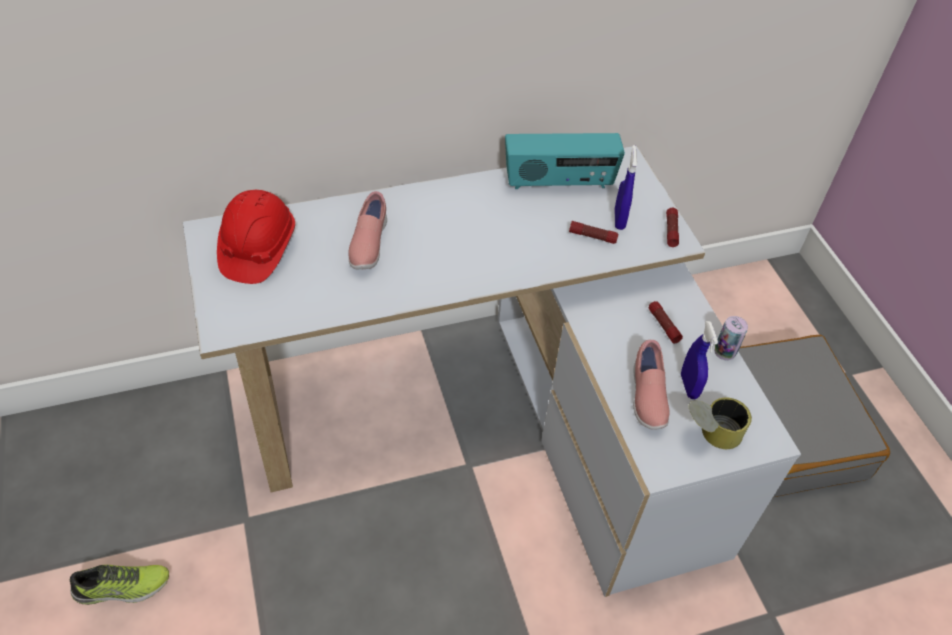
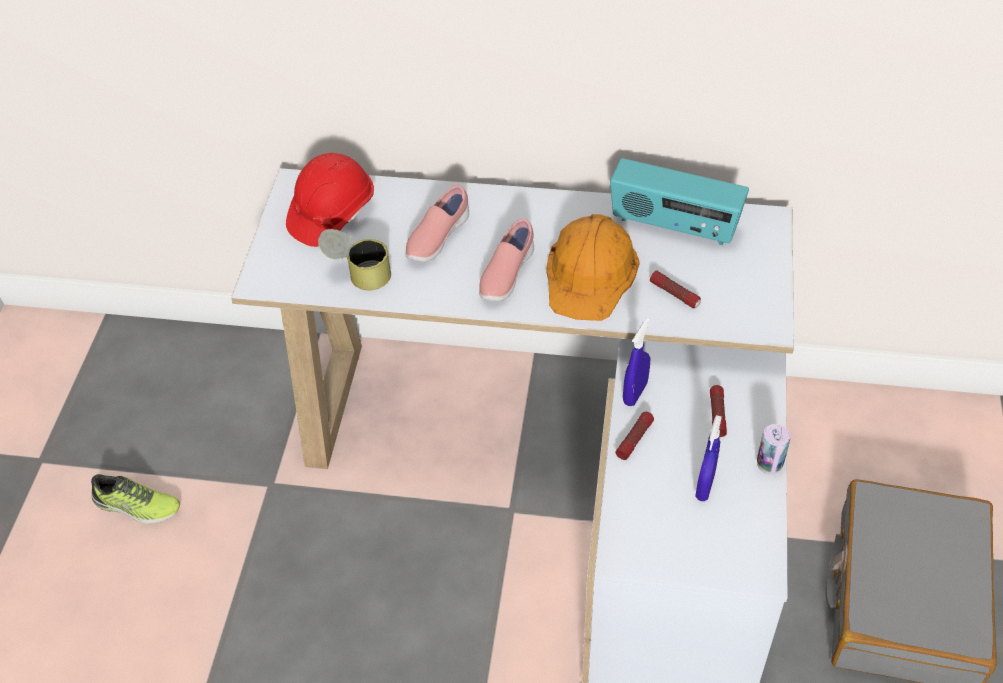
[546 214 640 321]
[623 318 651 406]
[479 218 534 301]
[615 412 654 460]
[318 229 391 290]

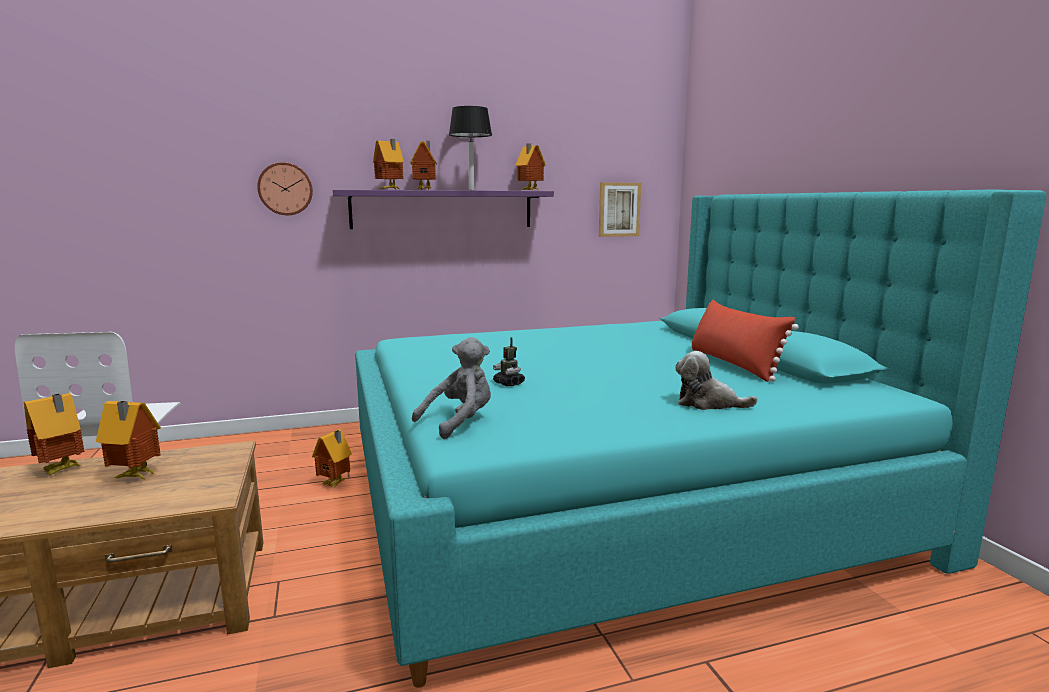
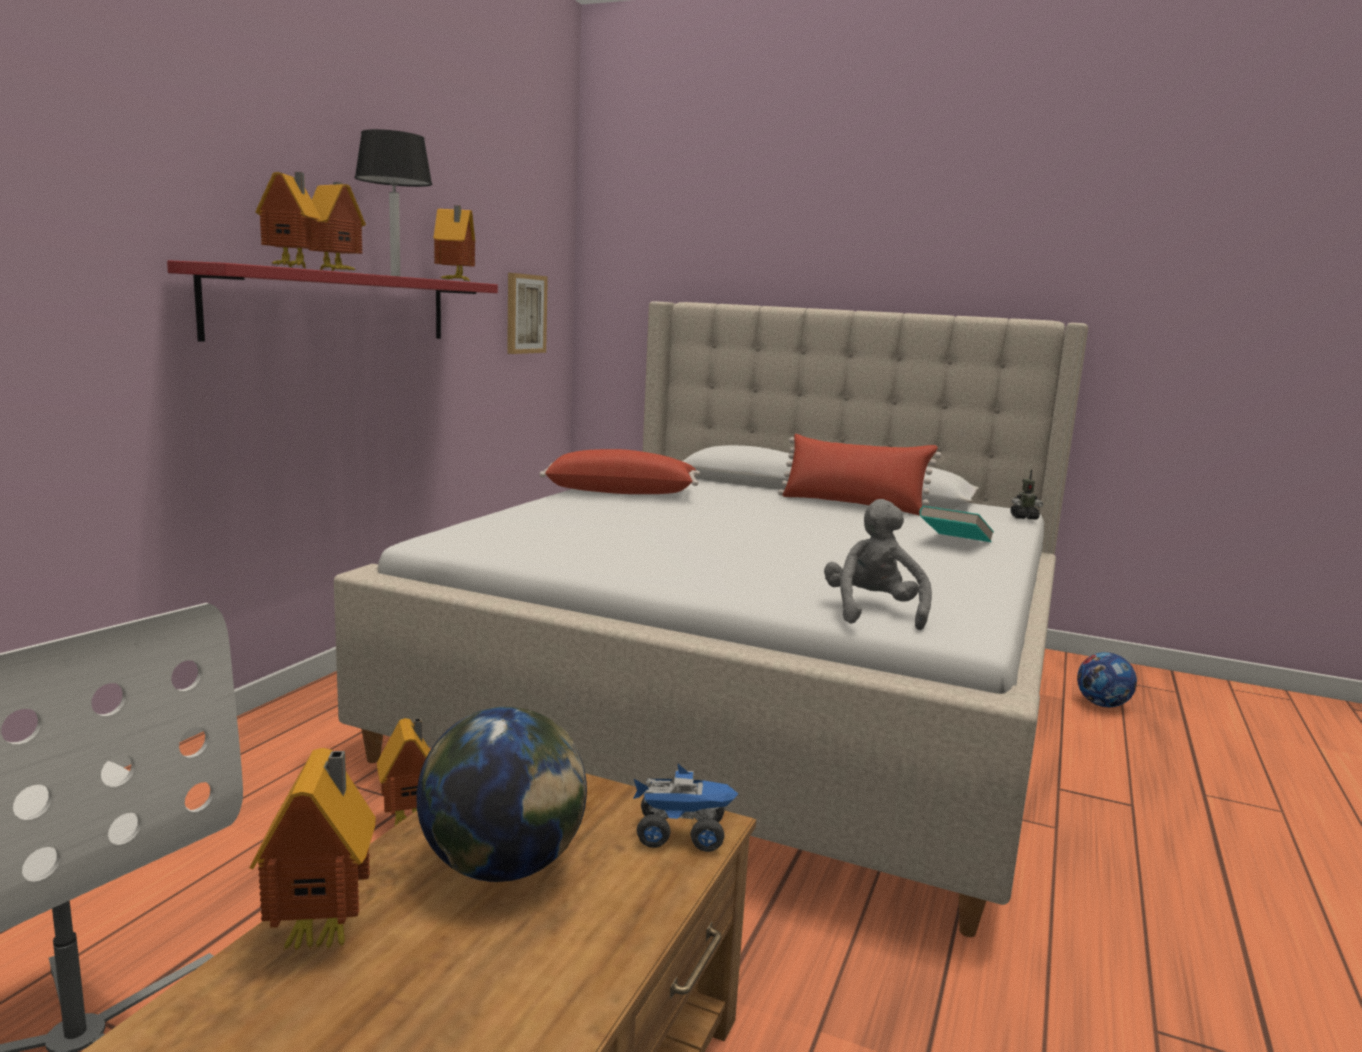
[257 162 313 215] (first image)
[539 449 700 494]
[633 764 738 852]
[1077 652 1137 707]
[1011 470 1043 519]
[417 706 587 882]
[920 506 994 542]
[167 260 498 342]
[334 301 1088 937]

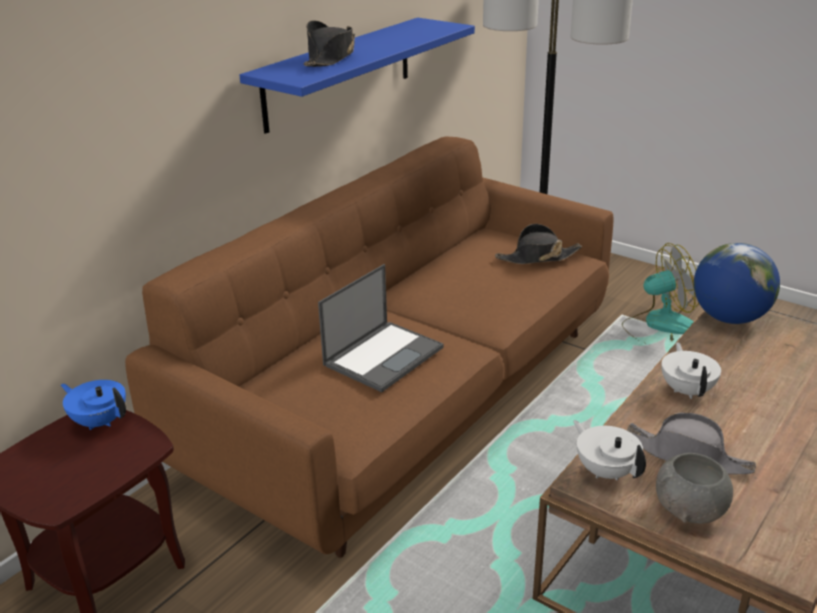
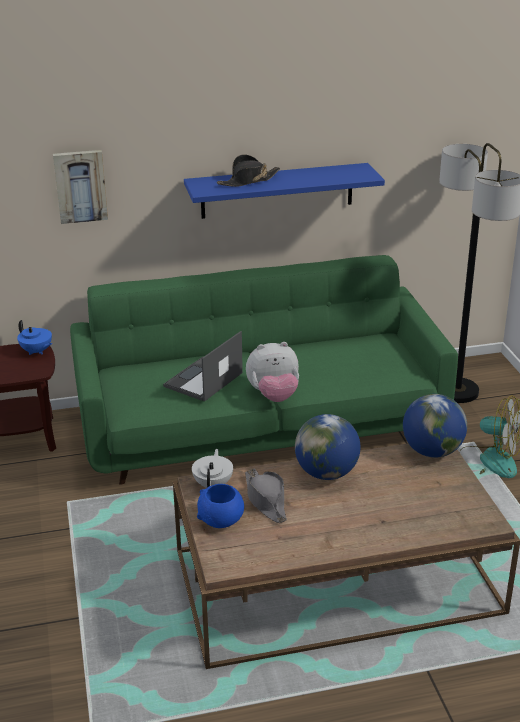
[495 224 582 264] (first image)
[53 150 108 224]
[246 342 299 402]
[295 414 360 480]
[70 255 458 485]
[197 484 244 528]
[17 320 52 355]
[163 331 243 402]

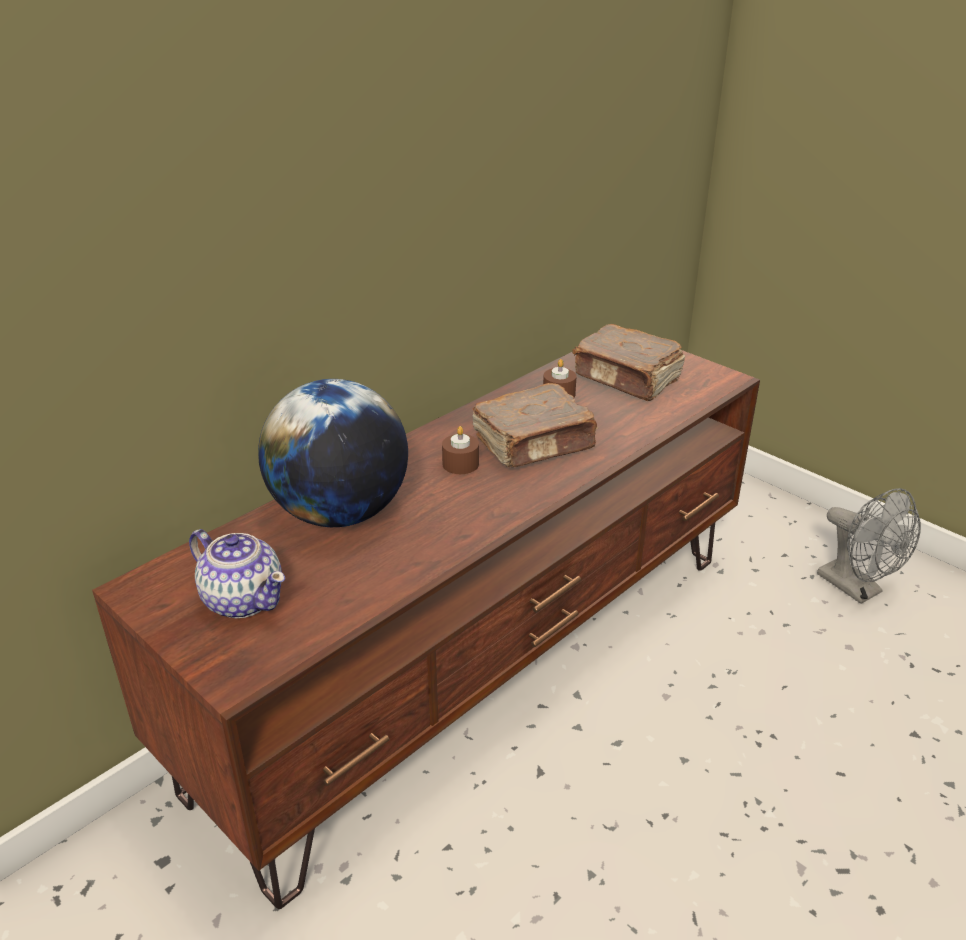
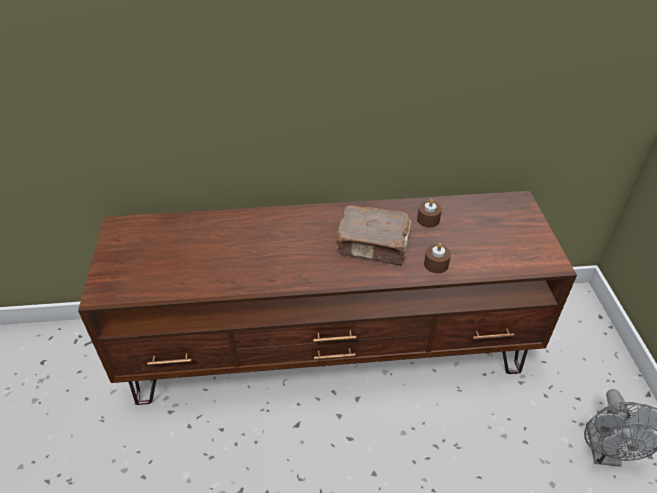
[189 529 285 618] (first image)
[258 379 408 527] (first image)
[572 324 685 401] (first image)
[424 243 451 273]

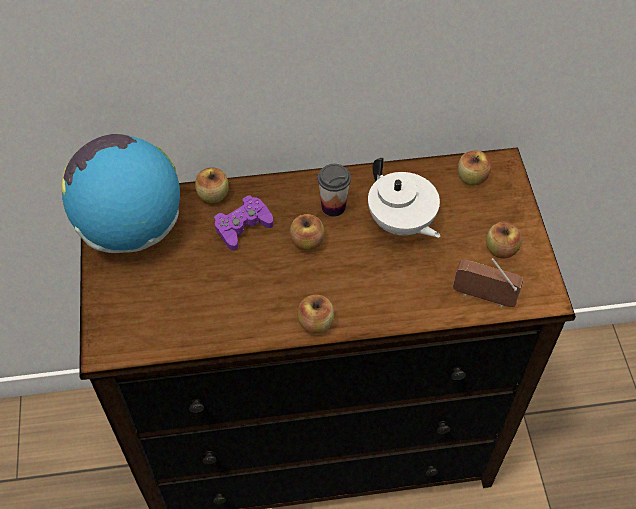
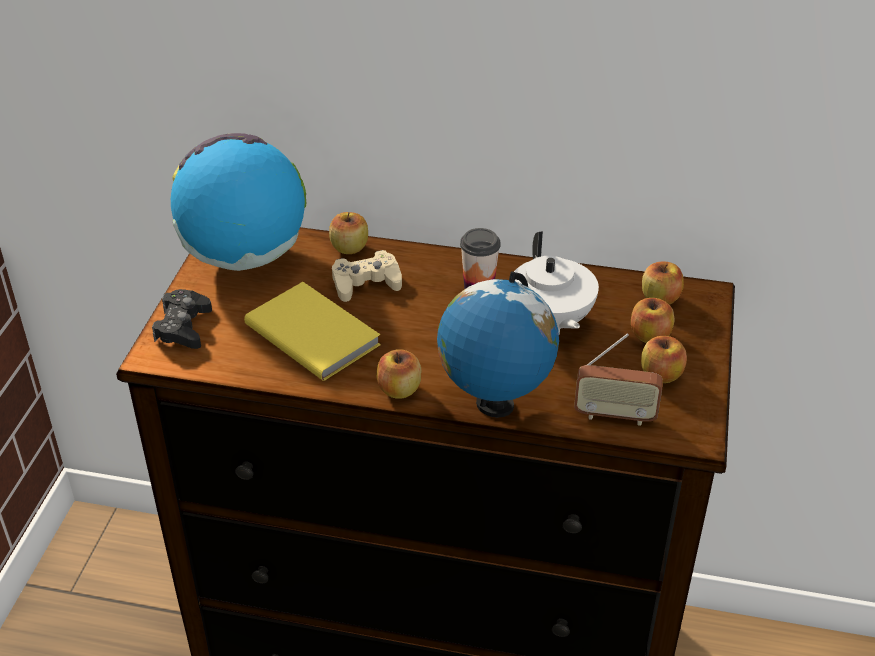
[152 289 212 349]
[244 282 381 381]
[437 271 559 418]
[631 298 674 343]
[332 250 402 302]
[574 334 663 426]

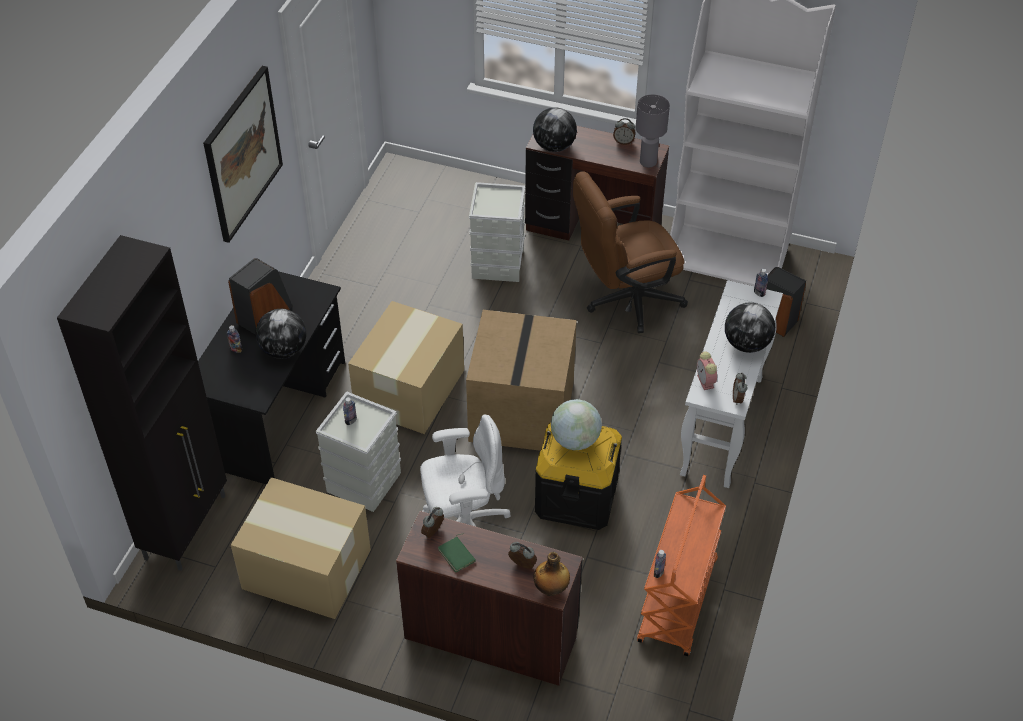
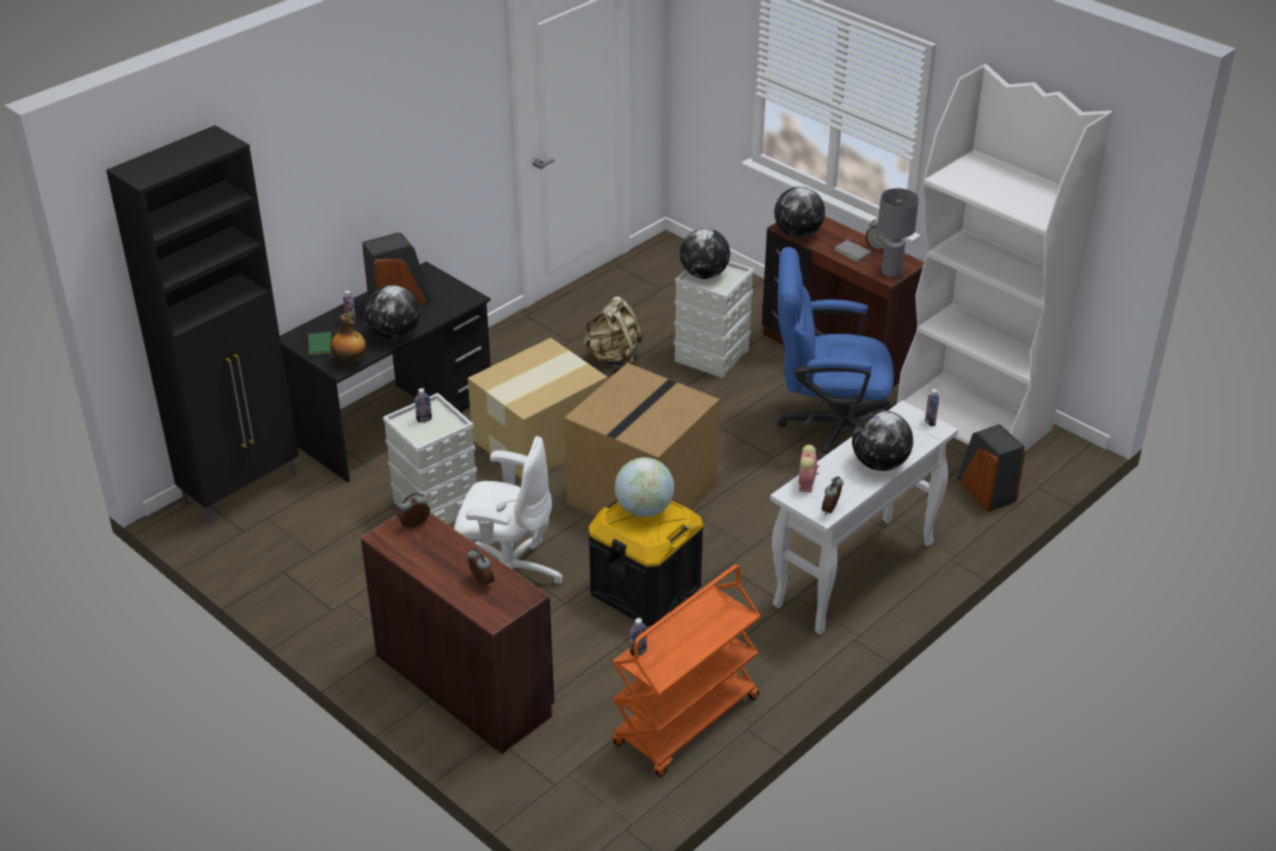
[203 66 283 243] (first image)
[231 477 371 619] (first image)
[583 296 643 367]
[680 228 730 279]
[834 238 872 262]
[308 331 337 356]
[331 314 366 367]
[778 247 894 460]

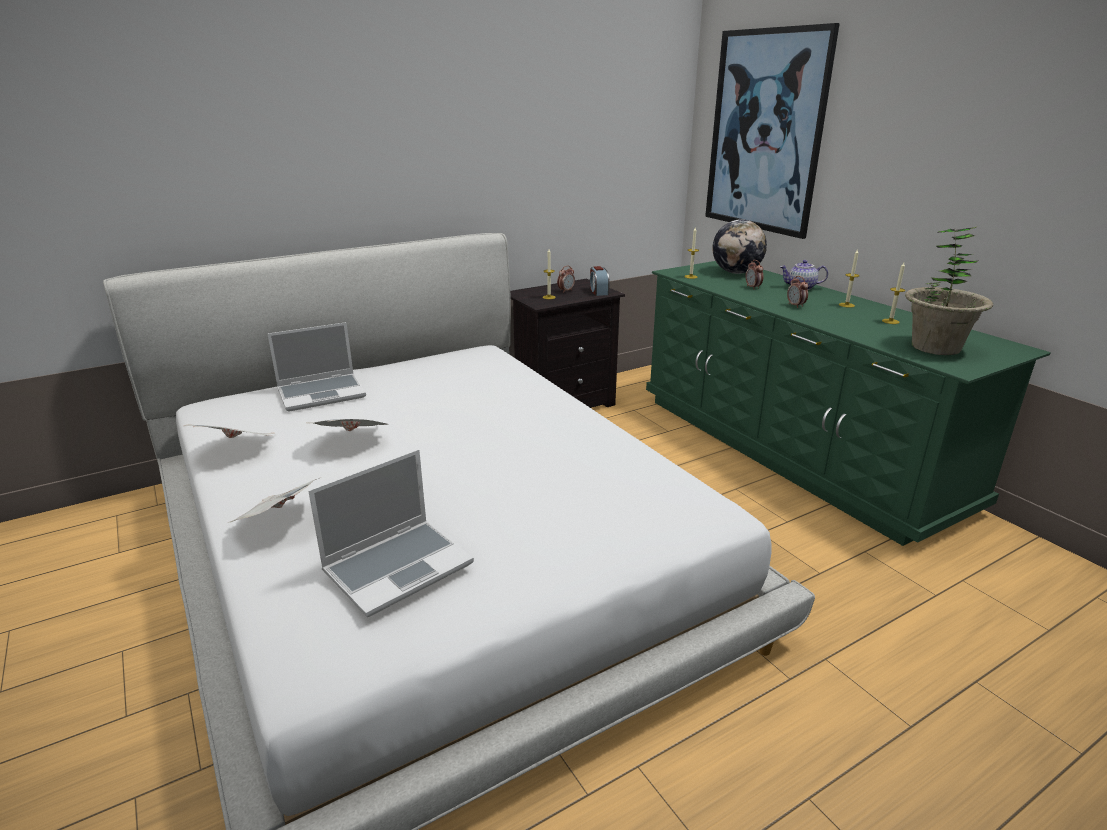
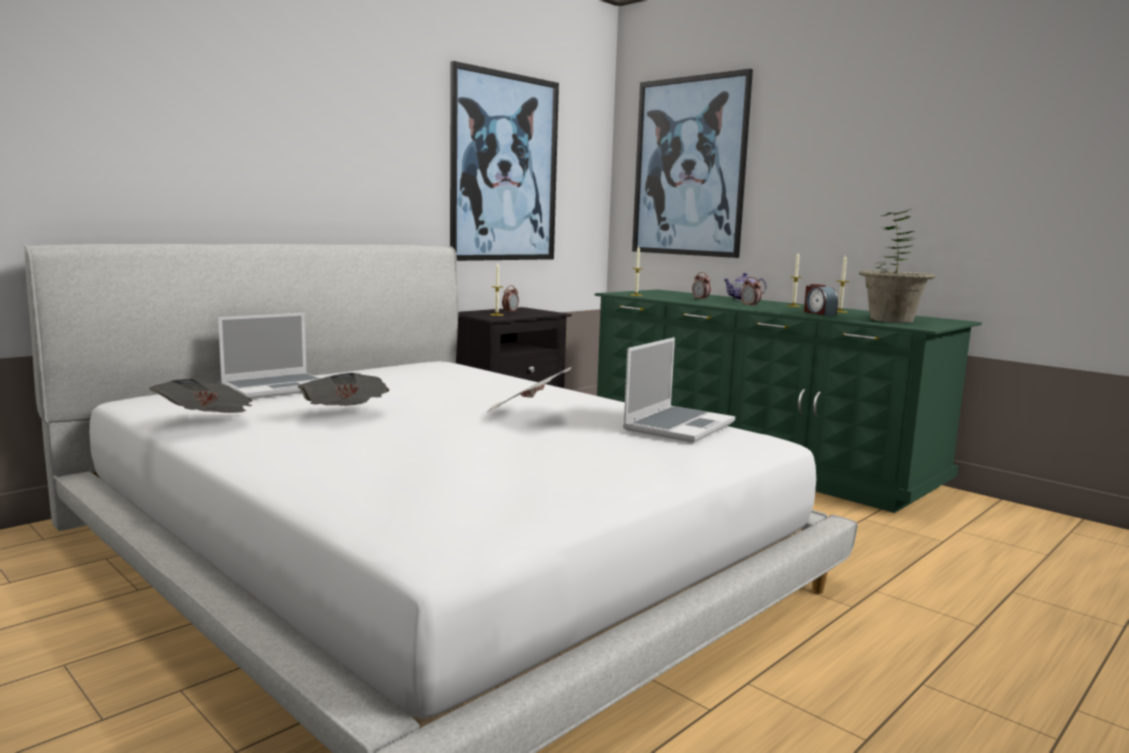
[712 219 767 274] (first image)
[450 61 559 261]
[487 367 572 412]
[623 337 735 443]
[804 284 838 315]

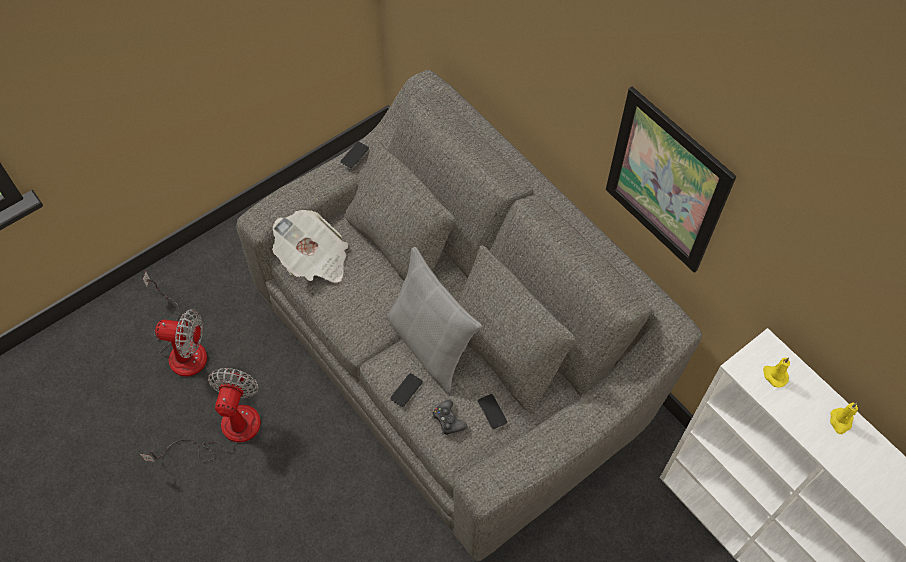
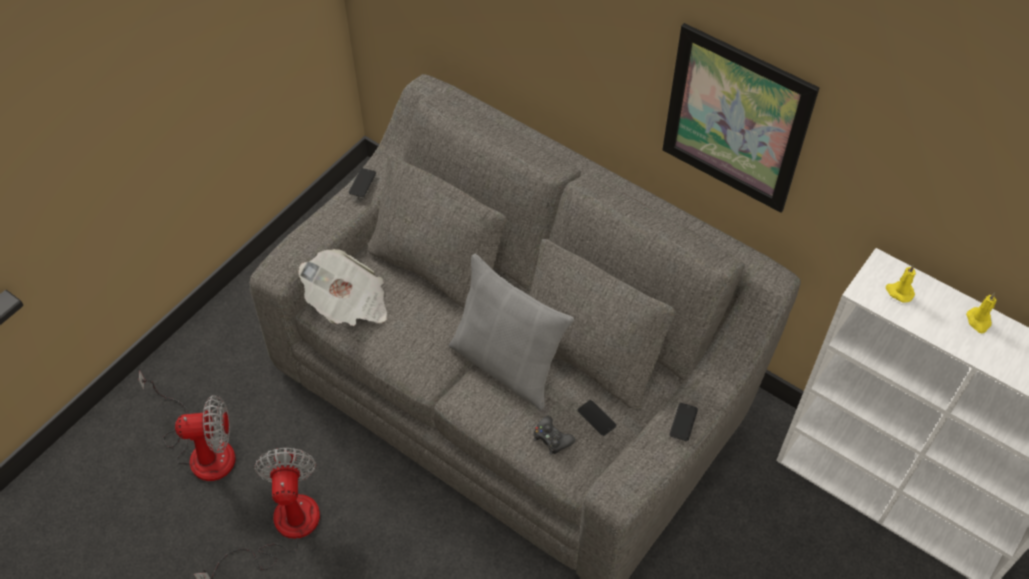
[670 403 698 441]

